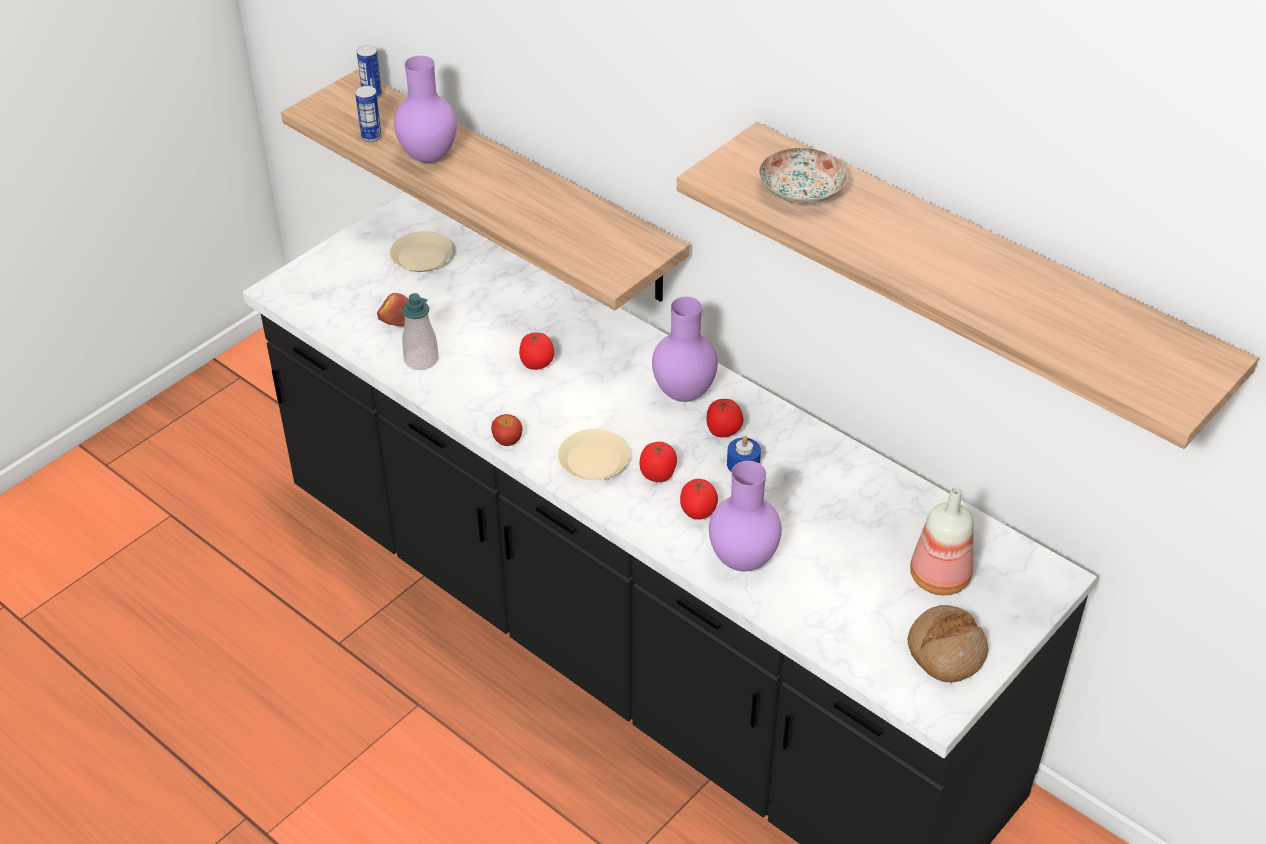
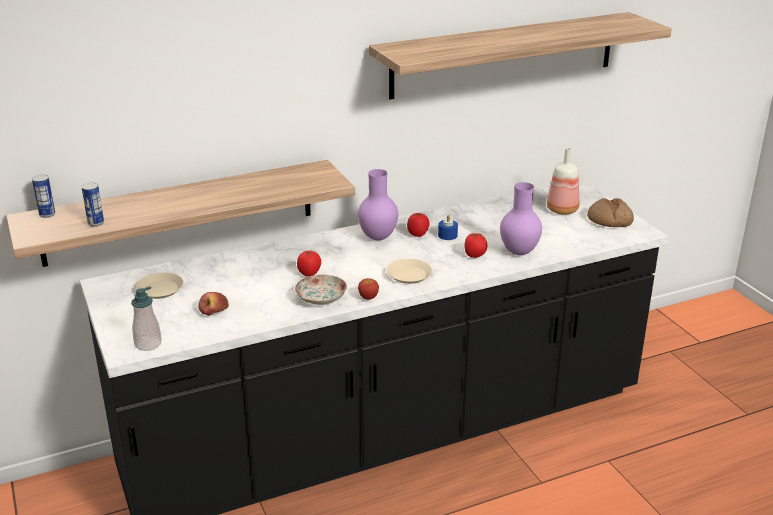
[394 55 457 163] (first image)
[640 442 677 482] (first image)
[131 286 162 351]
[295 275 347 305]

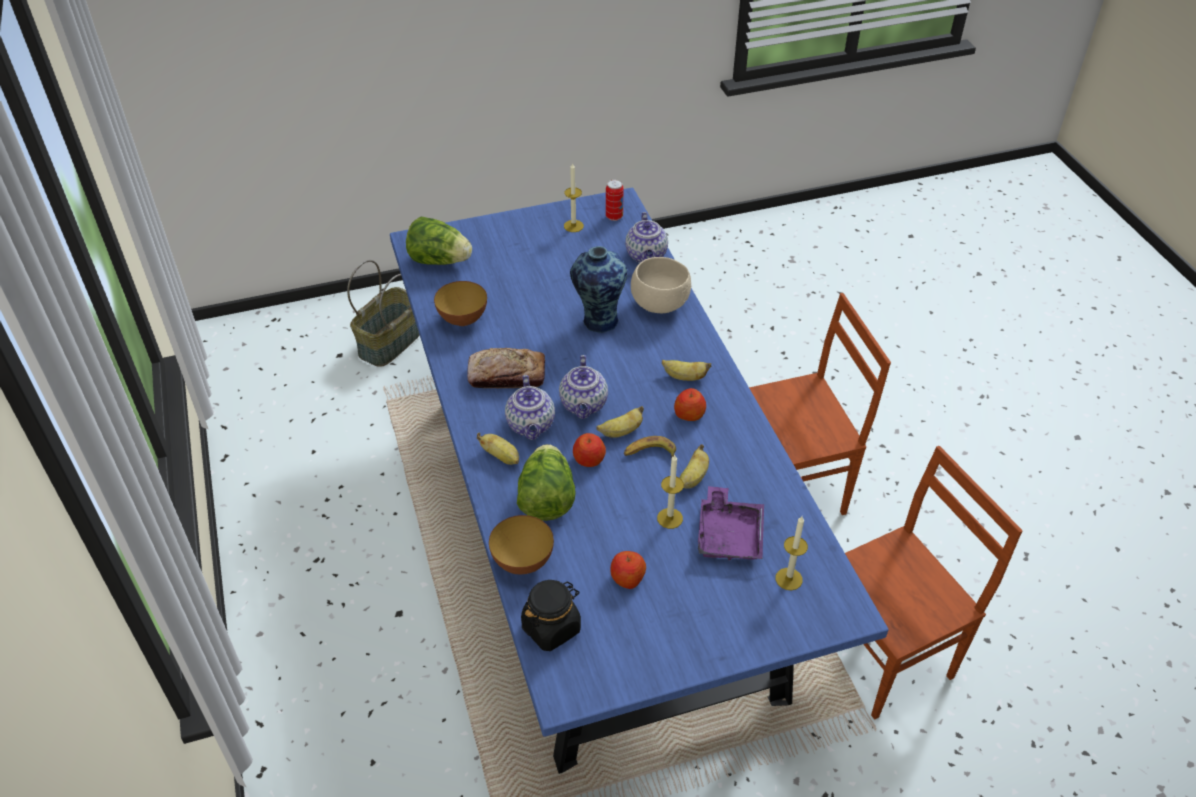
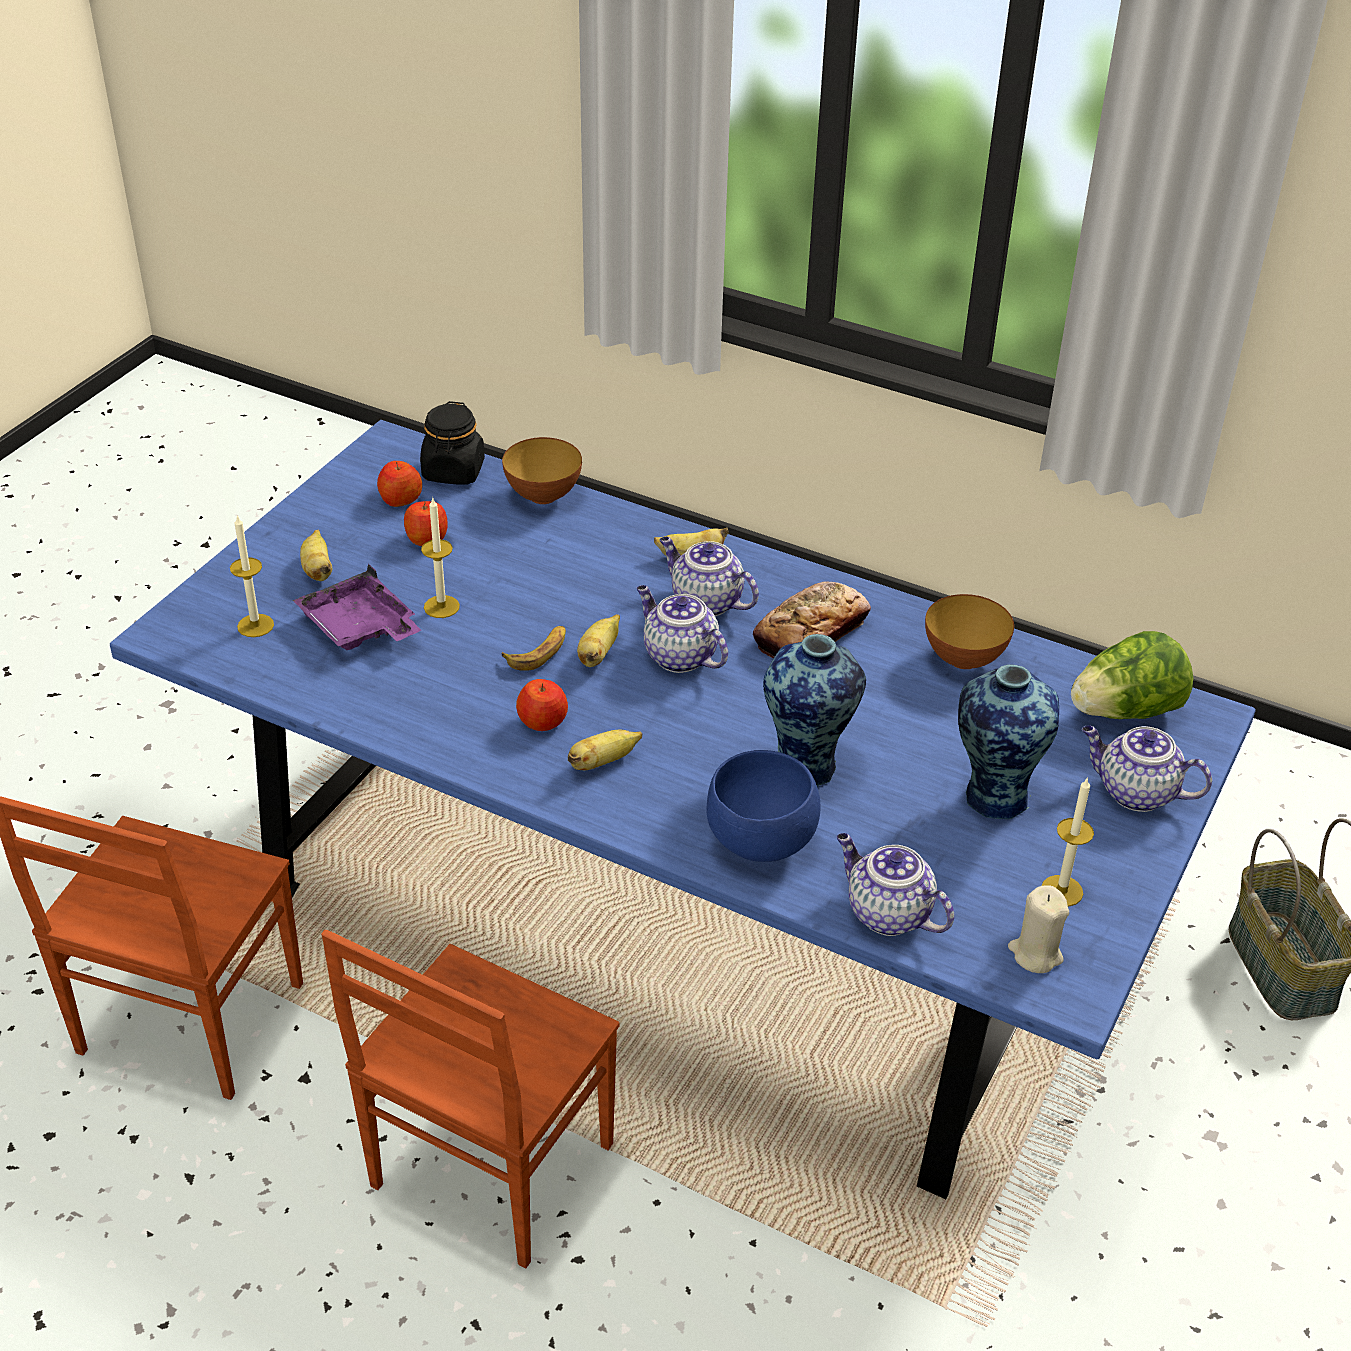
[517 444 576 521] (first image)
[958 665 1059 819]
[1082 725 1212 812]
[377 461 422 507]
[300 530 333 581]
[1008 885 1069 973]
[707 750 820 862]

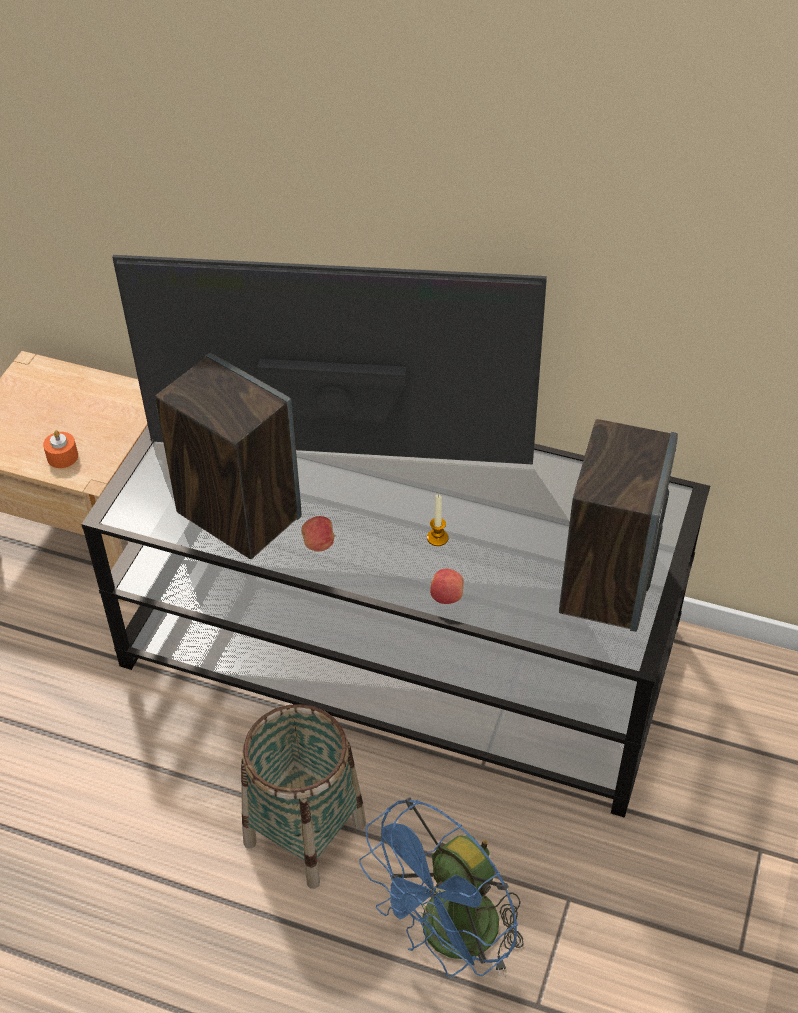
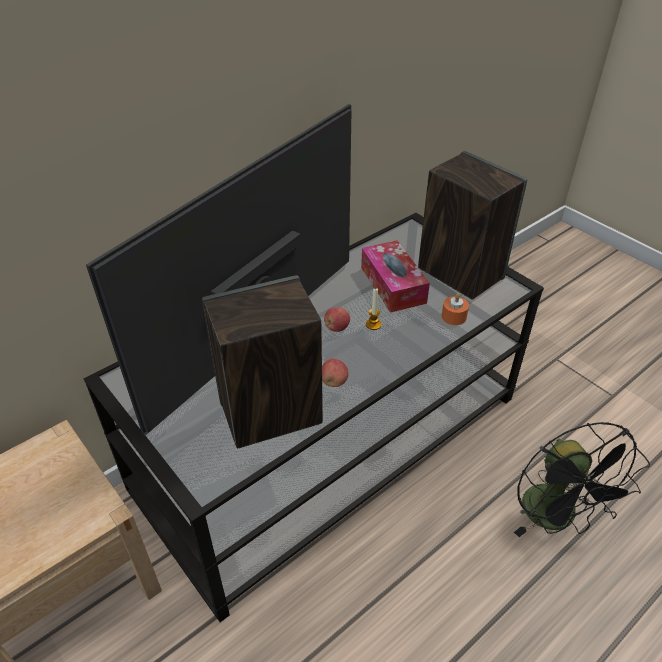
[241 704 366 889] (first image)
[361 240 430 313]
[442 293 469 325]
[324 307 350 332]
[514 422 650 537]

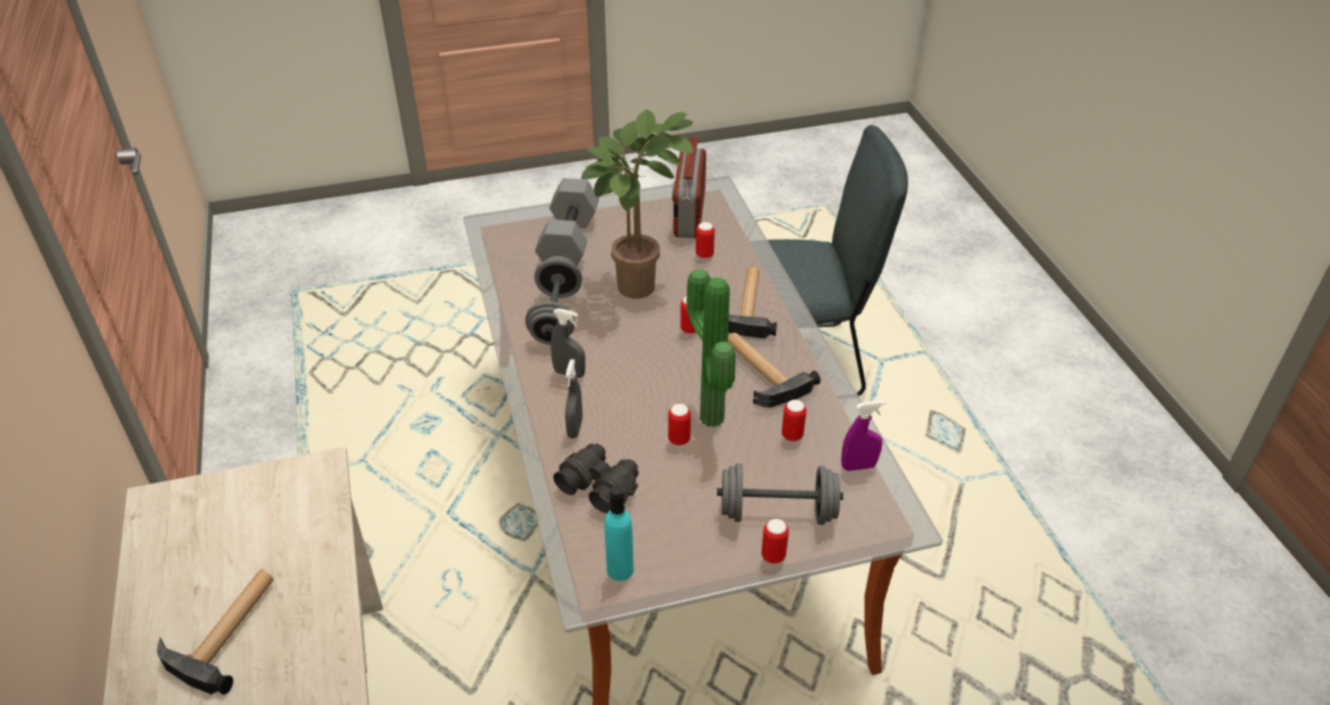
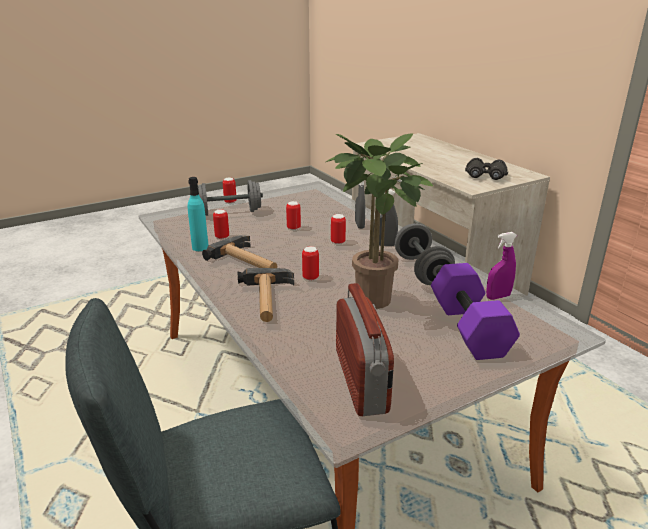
[157 570 273 695] (first image)
[686 269 736 427] (first image)
[465 158 508 180]
[188 177 208 251]
[331 214 346 244]
[486 232 517 300]
[431 263 520 360]

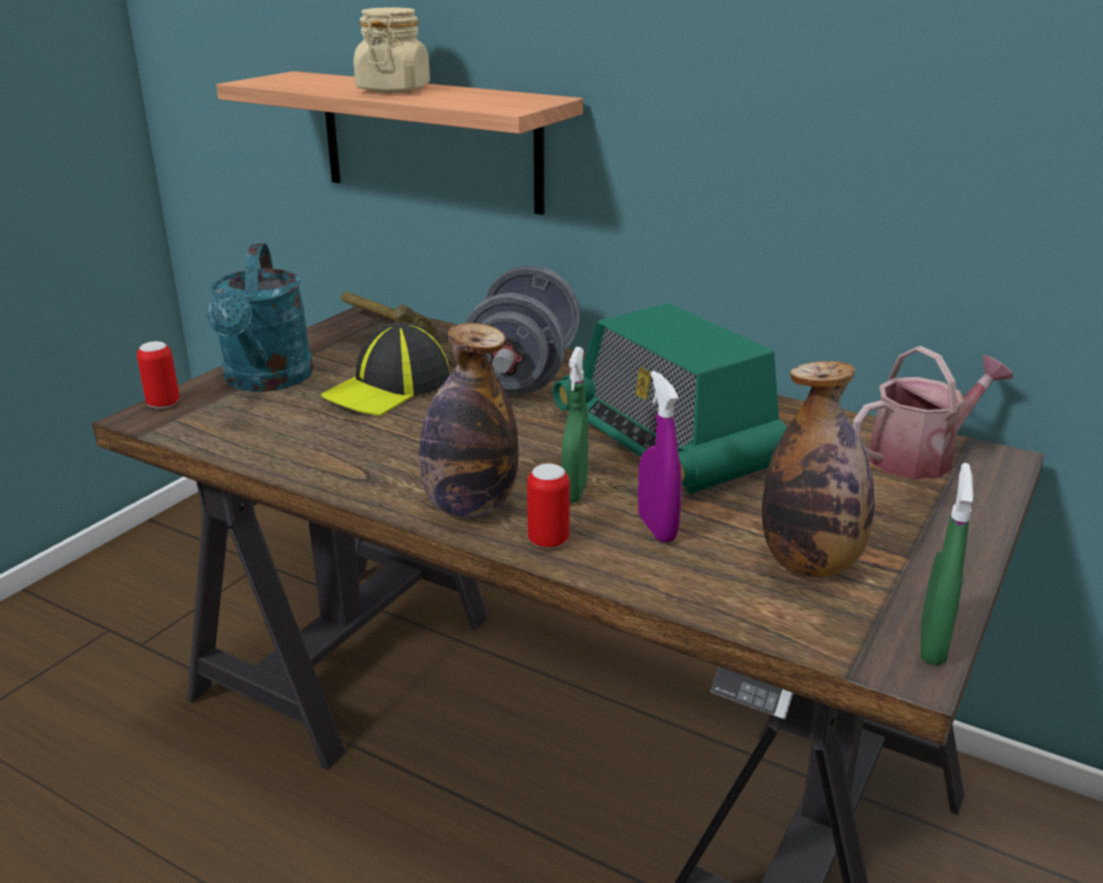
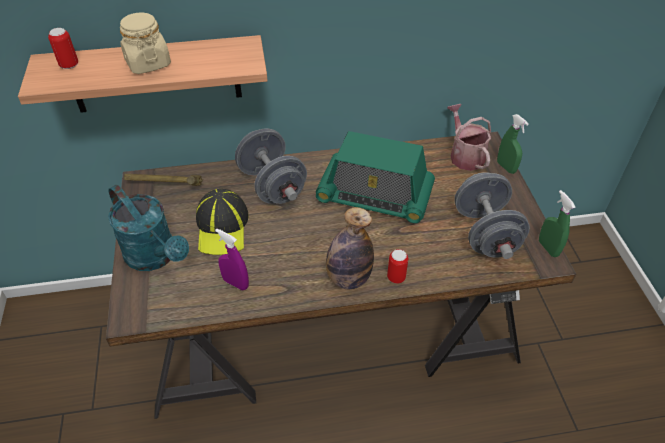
[48 28 78 69]
[497 114 529 174]
[215 229 249 290]
[454 172 530 259]
[447 104 491 171]

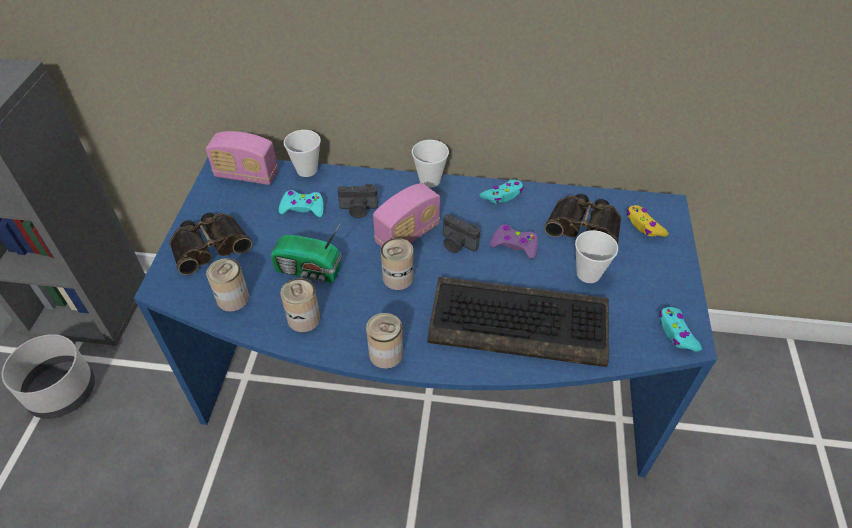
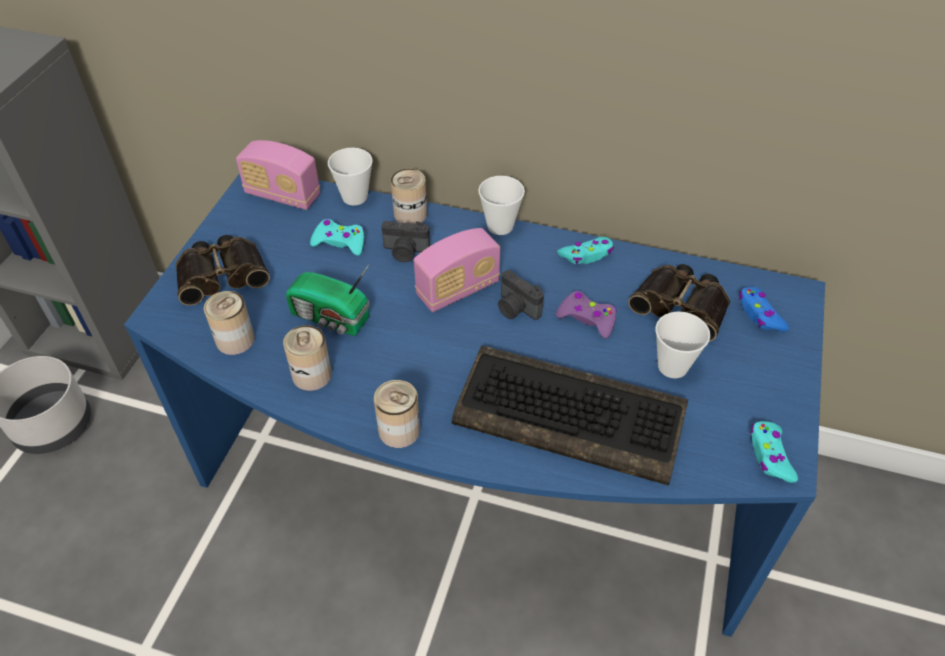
[391 169 427 224]
[739 287 789 332]

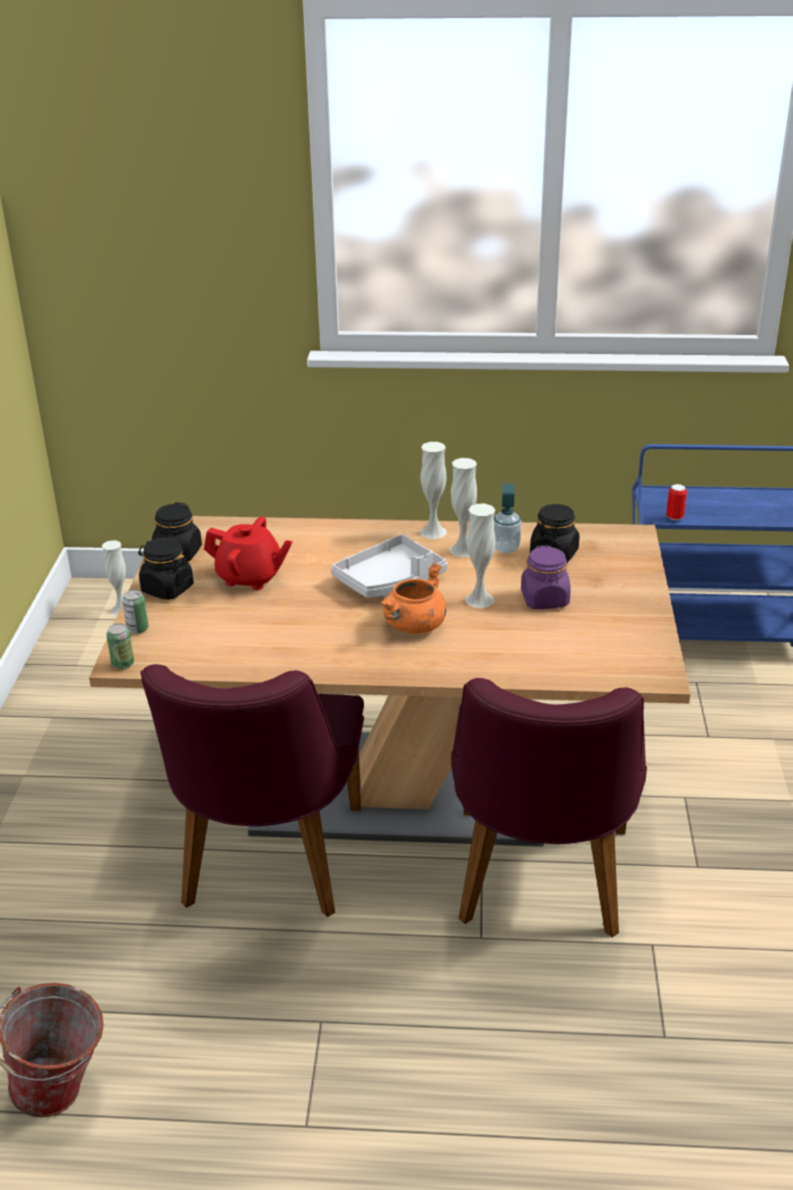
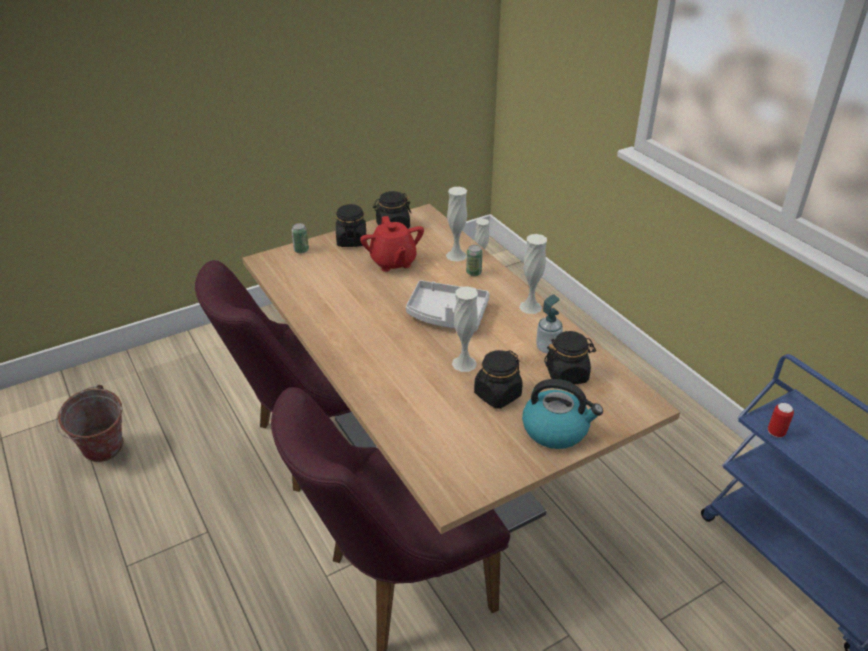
[380 563 446 634] (first image)
[522 379 603 449]
[466 245 483 276]
[446 187 467 261]
[474 350 523 408]

